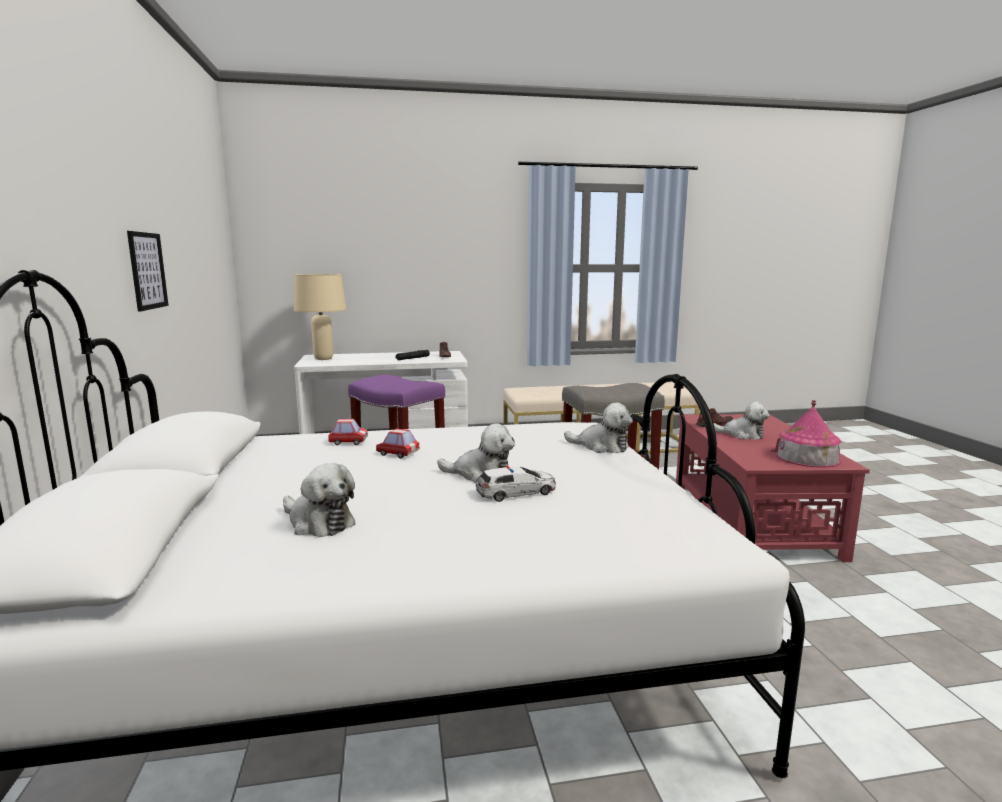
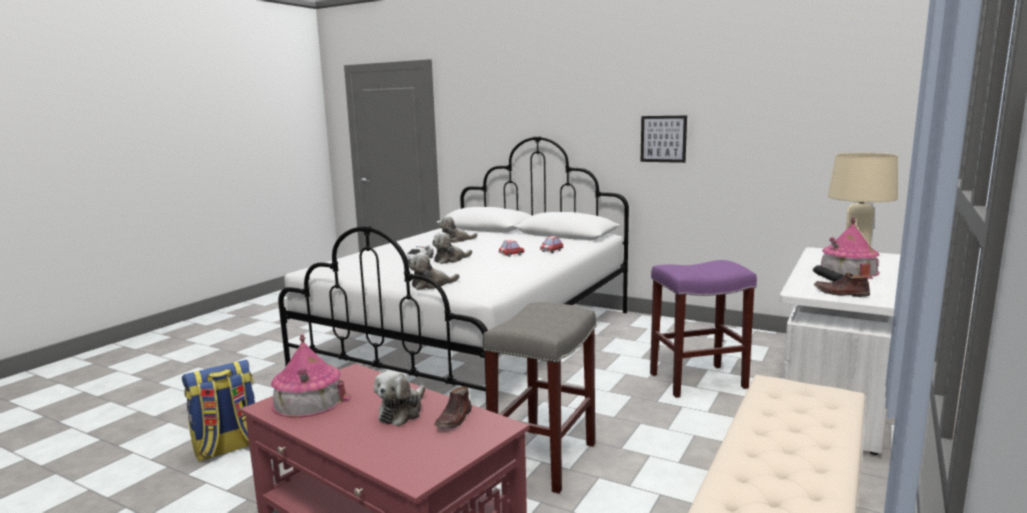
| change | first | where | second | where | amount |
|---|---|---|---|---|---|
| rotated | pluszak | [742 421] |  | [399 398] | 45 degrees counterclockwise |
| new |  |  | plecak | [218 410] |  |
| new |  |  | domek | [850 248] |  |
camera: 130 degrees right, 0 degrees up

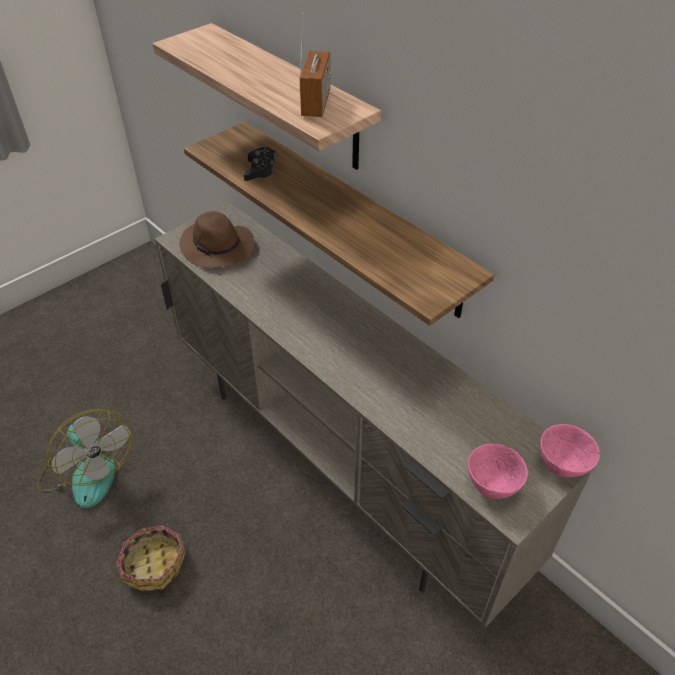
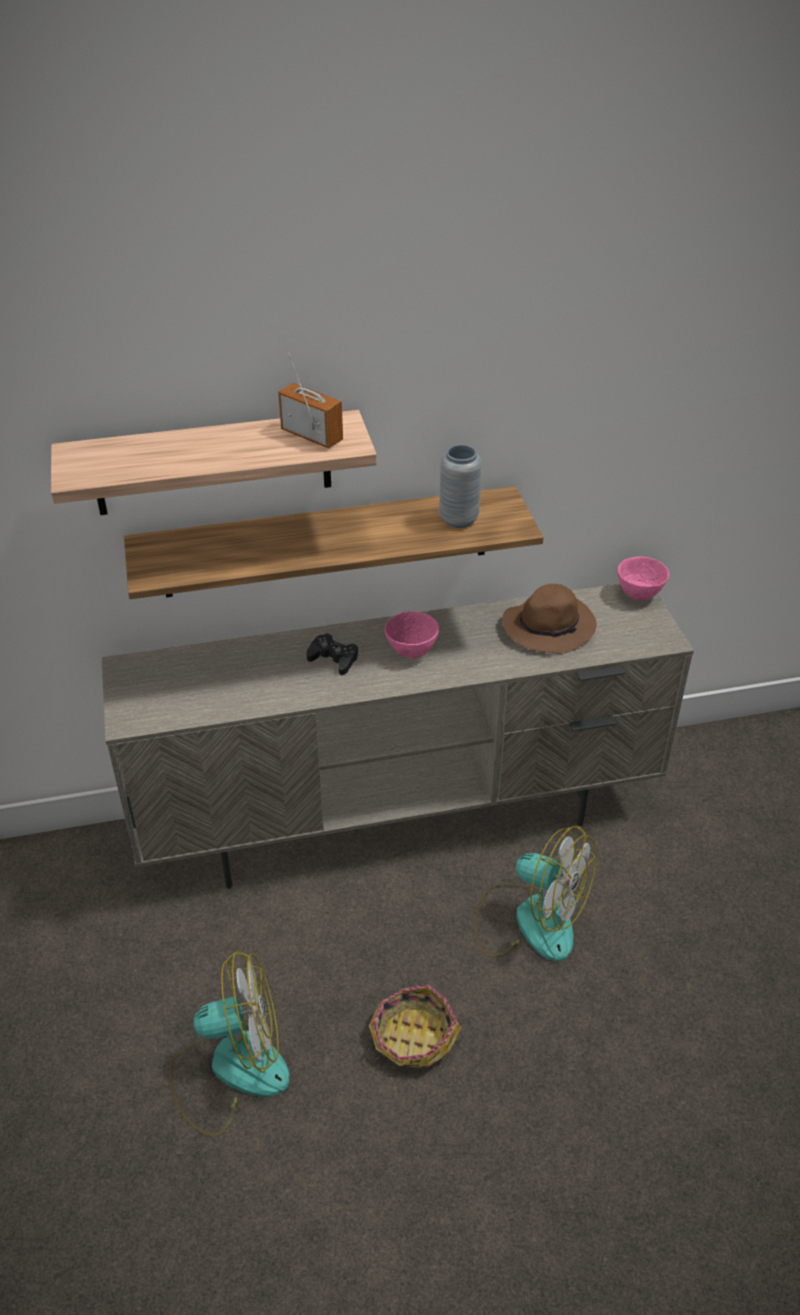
| change | first | where | second | where | amount |
|---|---|---|---|---|---|
| shifted | kapelusz (brązowy) | [217 239] |  | [549 618] |  |
| shifted | pad do gier (czarny) | [260 164] |  | [332 654] |  |
| shifted | miska (różowy) | [498 471] |  | [412 634] |  |
| new |  |  | wazon (szary) | [460 486] |  |
| new |  |  | wentylator | [535 894] |  |
camera: 60 degrees left, 5 degrees down

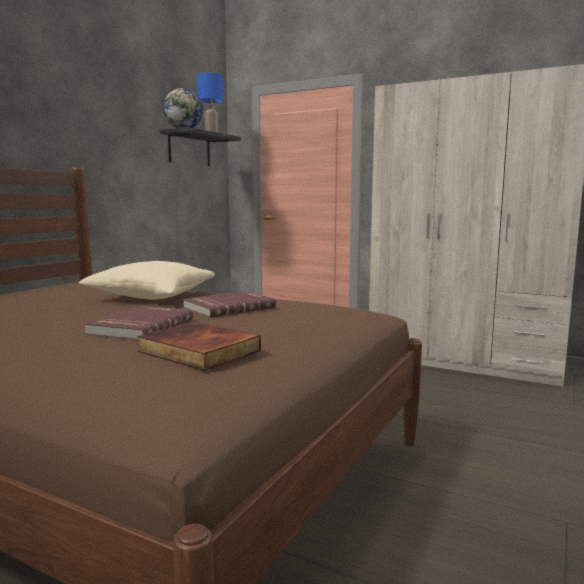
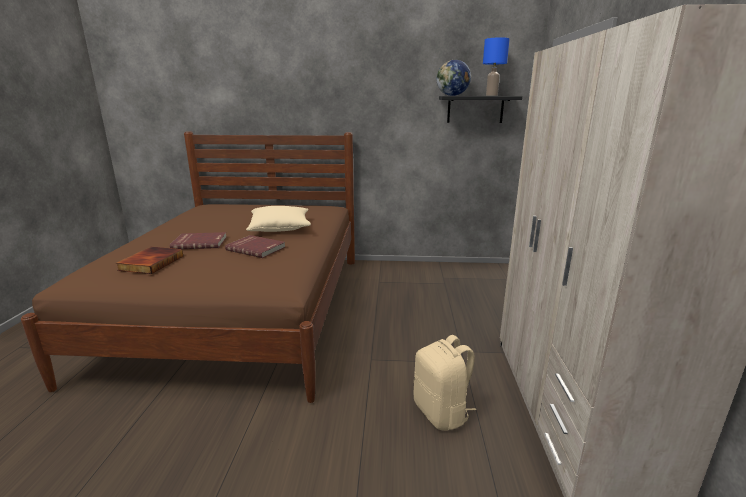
| change | first | where | second | where | amount |
|---|---|---|---|---|---|
| new |  |  | plecak (beżowy) | [445 383] |  |
camera: 65 degrees right, 10 degrees up

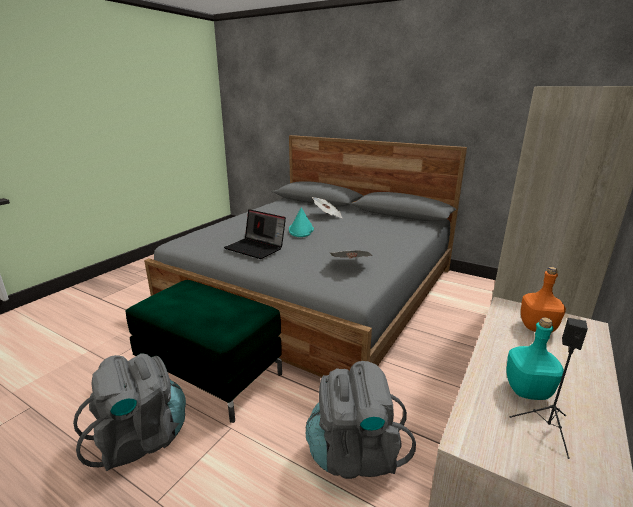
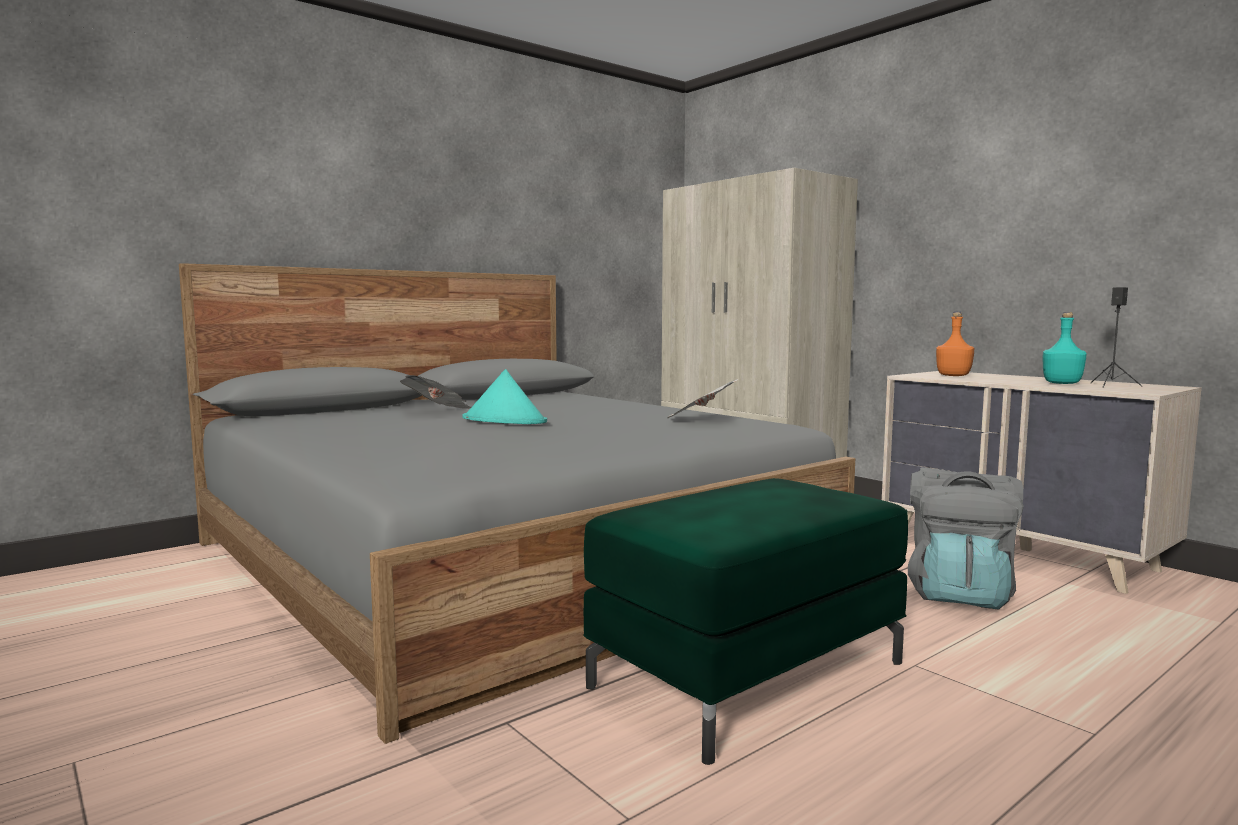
| change | first | where | second | where | amount |
|---|---|---|---|---|---|
| gone | plecak (szary) | [129 412] |  |  |  |
| gone | laptop | [255 234] |  |  |  |
camera: 70 degrees left, 15 degrees down

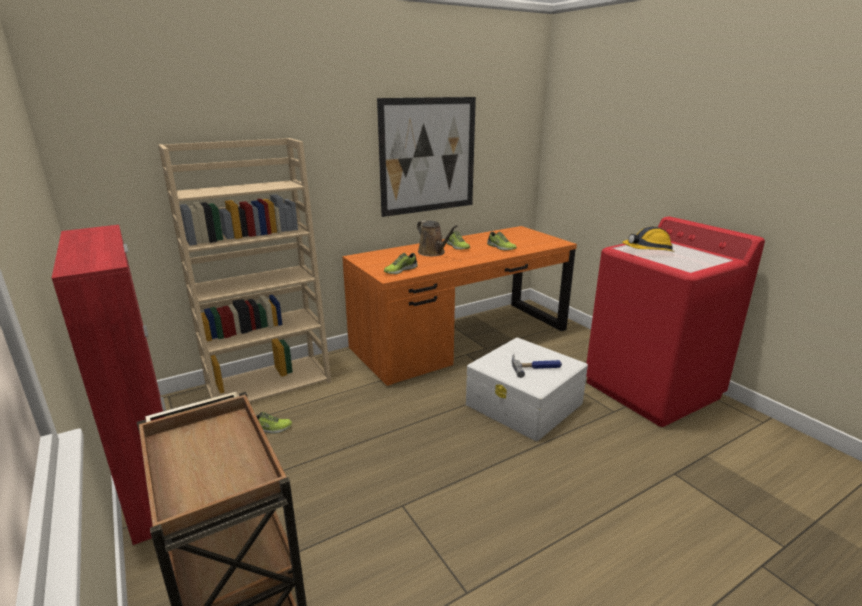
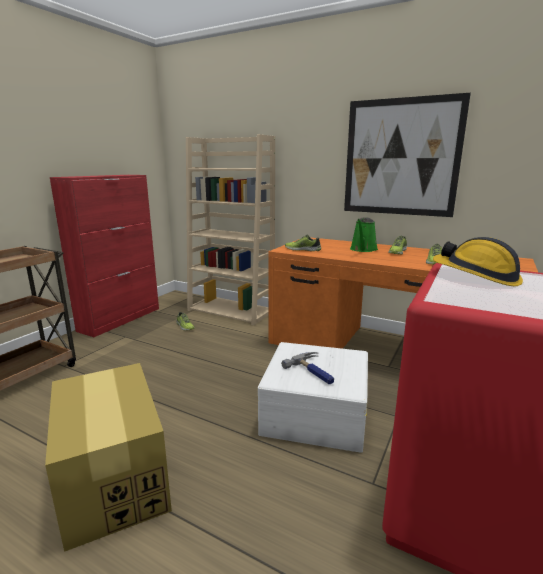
| change | first | where | second | where | amount |
|---|---|---|---|---|---|
| repainted | konewka (brązowy) | [437 238] | konewka (zielony) | [364 234] |  |
| new |  |  | karton | [108 457] |  |
camera: 60 degrees right, 5 degrees down

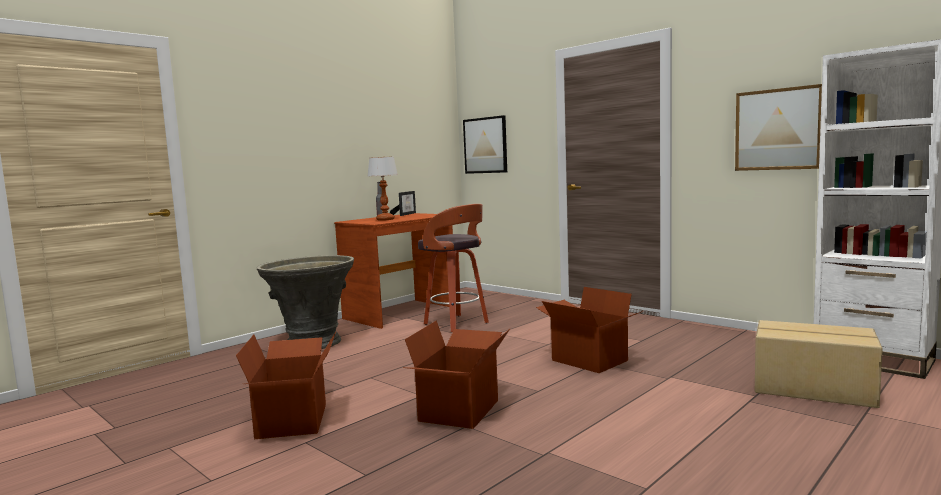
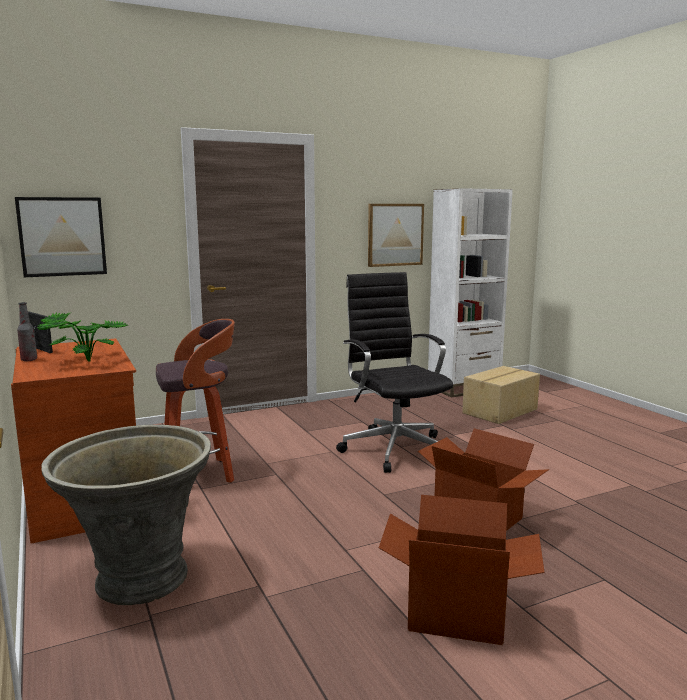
| change | first | where | second | where | amount |
|---|---|---|---|---|---|
| swapped | lampa stołowa | [383 189] | roślina doniczkowa | [82 337] |  |
| swapped | karton | [589 330] | krzesło biurowe (czarny) | [394 372] |  |
camera: 70 degrees left, 5 degrees up

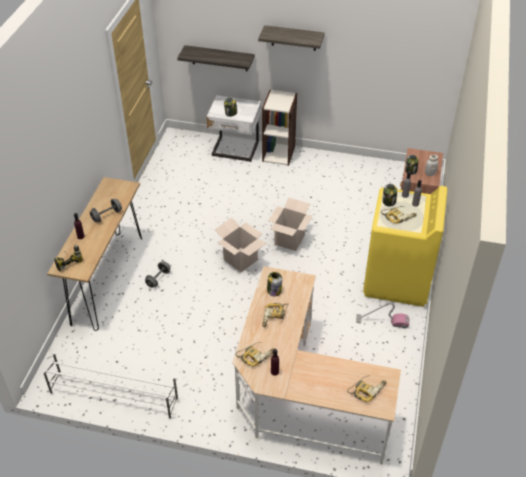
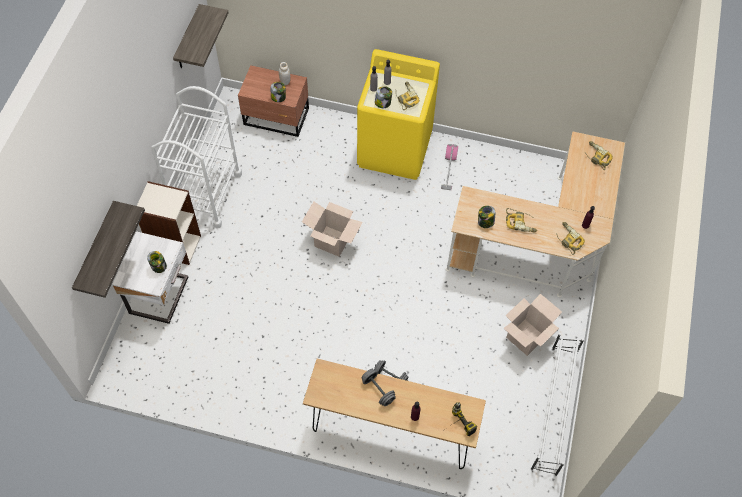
| change | first | where | second | where | amount |
|---|---|---|---|---|---|
| shifted | karton | [240 245] |  | [532 325] |  |
| shifted | półka | [291 38] |  | [201 36] |  |
| new |  |  | wózek (biały) | [196 157] |  |
camera: 90 degrees left, 15 degrees up

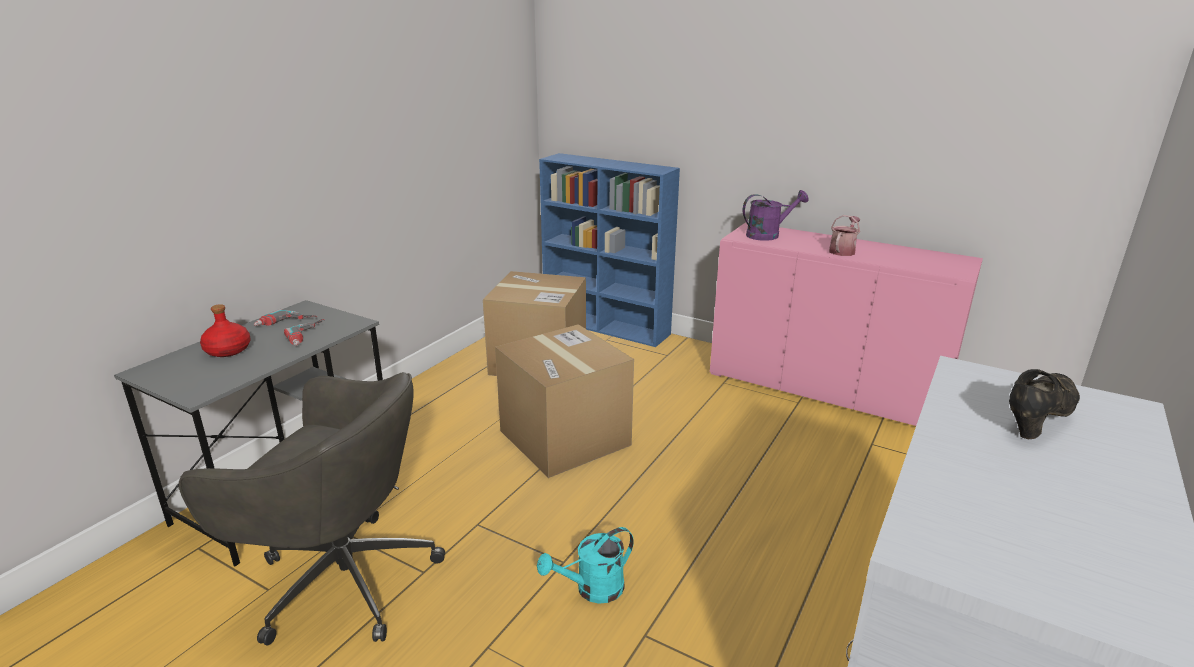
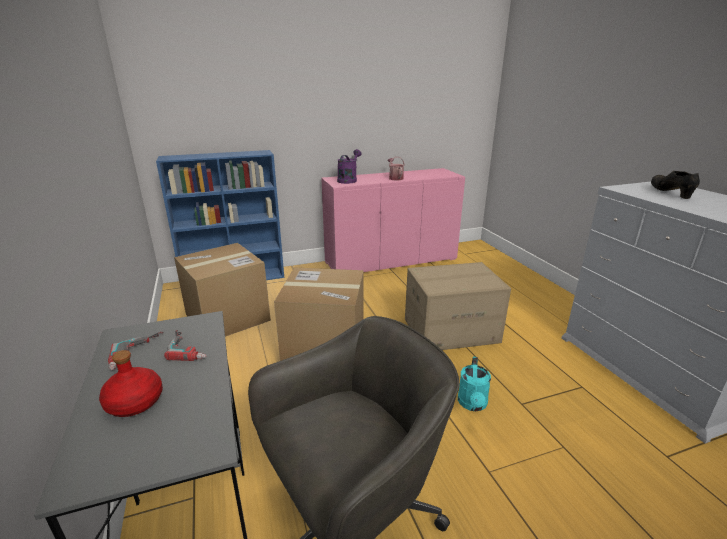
| change | first | where | second | where | amount |
|---|---|---|---|---|---|
| new |  |  | karton | [458 306] |  |
camera: 50 degrees left, 0 degrees up

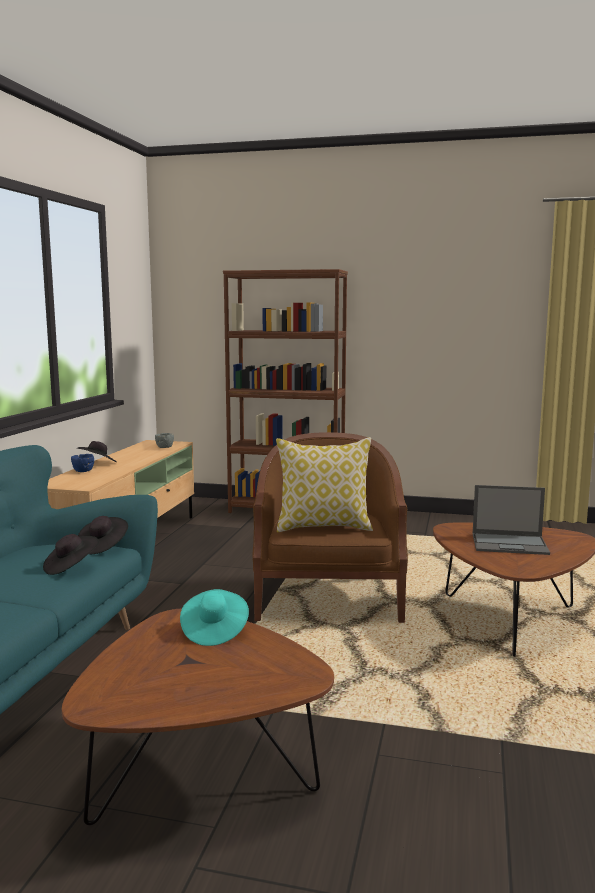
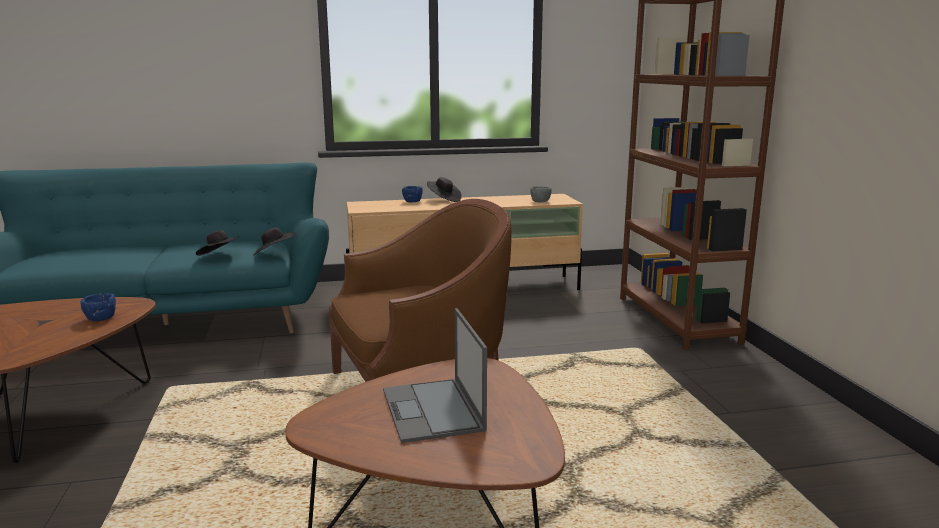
| change | first | where | second | where | amount |
|---|---|---|---|---|---|
| swapped | kapelusz (turkusowy) | [214 617] | miska (niebieski) | [98 307] |  |
| gone | poduszka | [324 484] |  |  |  |
camera: 65 degrees right, 5 degrees up

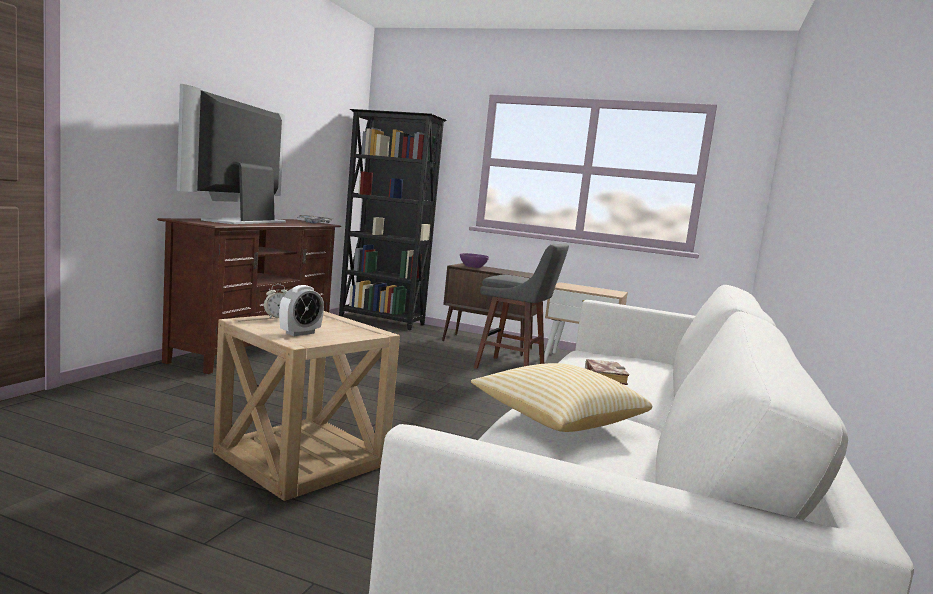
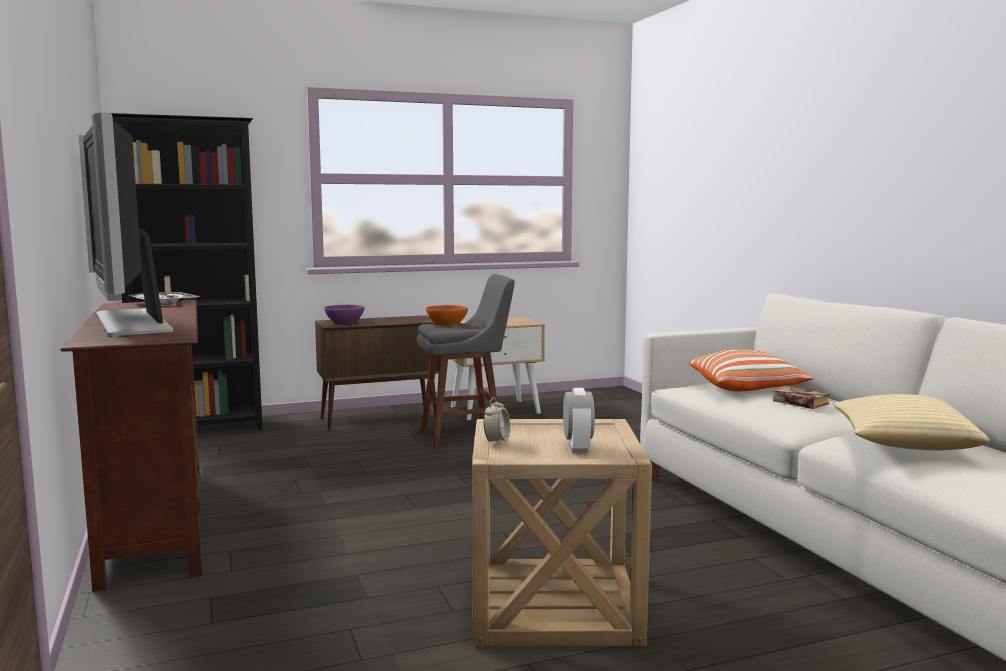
| change | first | where | second | where | amount |
|---|---|---|---|---|---|
| new |  |  | miska (pomarańczowy) | [447 315] |  |
| new |  |  | poduszka | [751 370] |  |
camera: 40 degrees left, 0 degrees up

